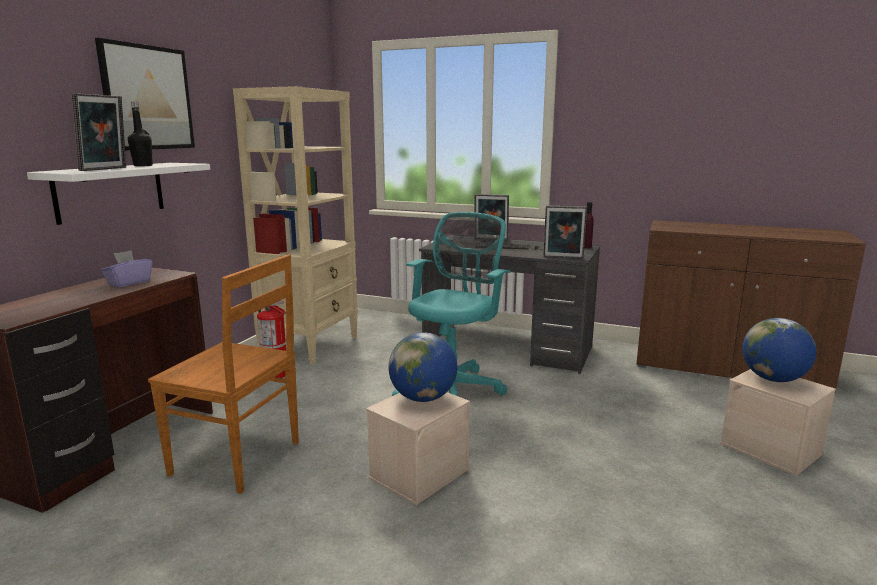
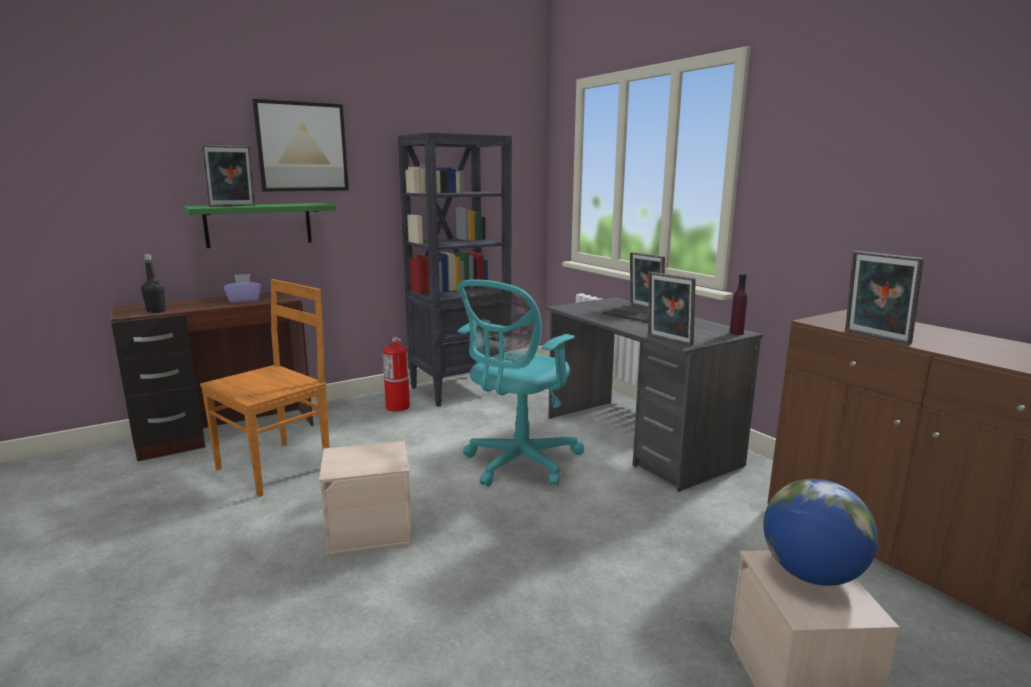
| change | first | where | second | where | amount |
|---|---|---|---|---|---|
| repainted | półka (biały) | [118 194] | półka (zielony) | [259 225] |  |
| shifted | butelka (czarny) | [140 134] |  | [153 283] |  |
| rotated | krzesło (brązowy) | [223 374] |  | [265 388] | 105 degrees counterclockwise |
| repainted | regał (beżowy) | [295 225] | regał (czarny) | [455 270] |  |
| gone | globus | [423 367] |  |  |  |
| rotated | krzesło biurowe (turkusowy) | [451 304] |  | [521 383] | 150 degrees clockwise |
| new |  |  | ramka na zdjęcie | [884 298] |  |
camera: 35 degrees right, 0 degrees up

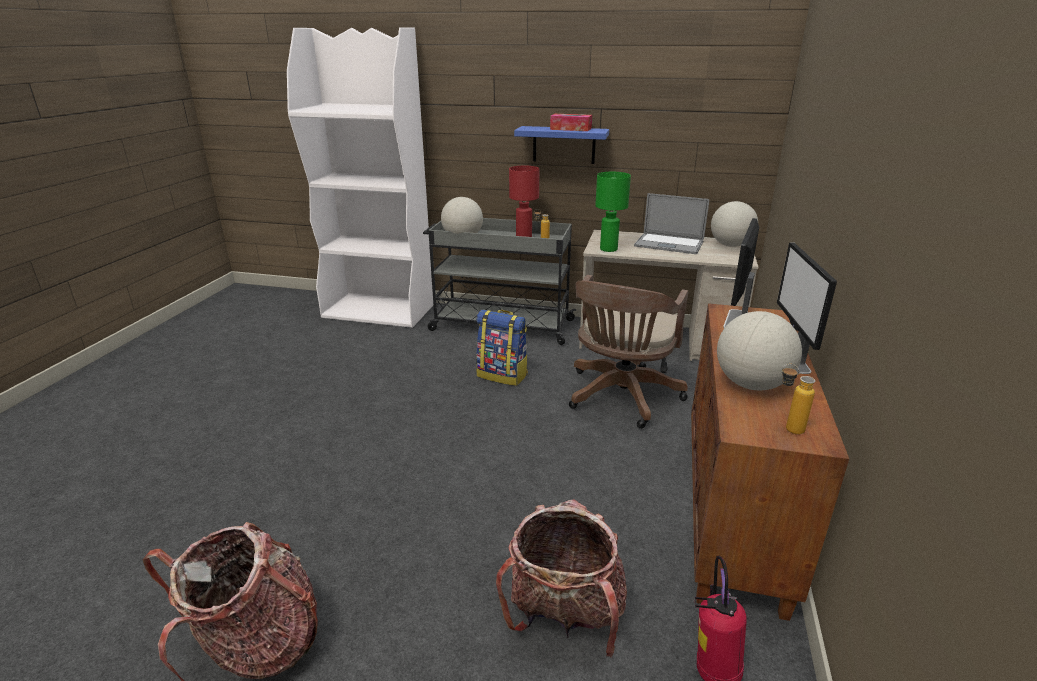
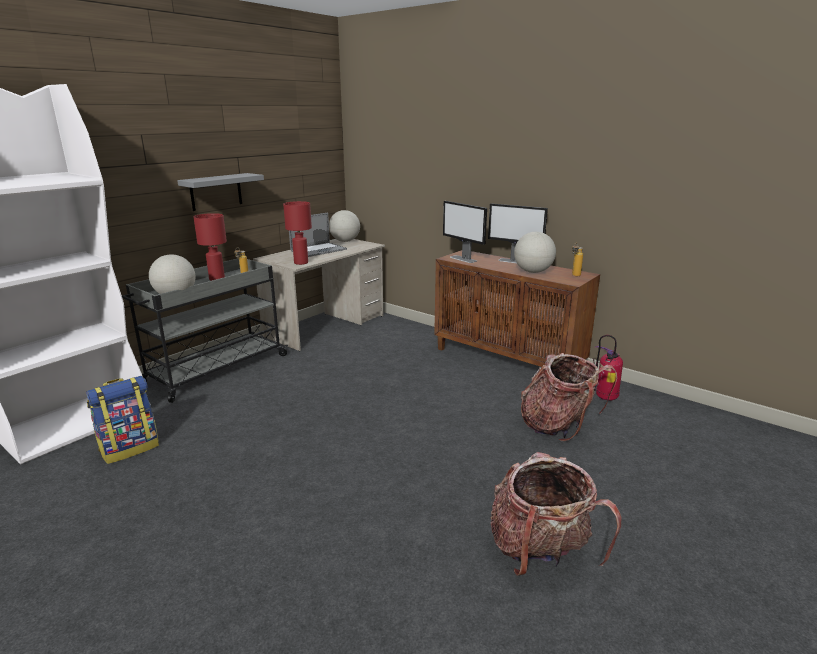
| change | first | where | second | where | amount |
|---|---|---|---|---|---|
| shifted | plecak | [502 347] |  | [122 420] |  |
| repainted | półka (niebieski) | [561 145] | półka (szary) | [220 192] |  |
| gone | pudełko chusteczek | [571 122] |  |  |  |
| gone | krzesło biurowe (brązowy) | [628 352] |  |  |  |
| repainted | lampa stołowa (zielony) | [613 212] | lampa stołowa (czerwony) | [297 233] |  |
camera: 65 degrees left, 5 degrees down

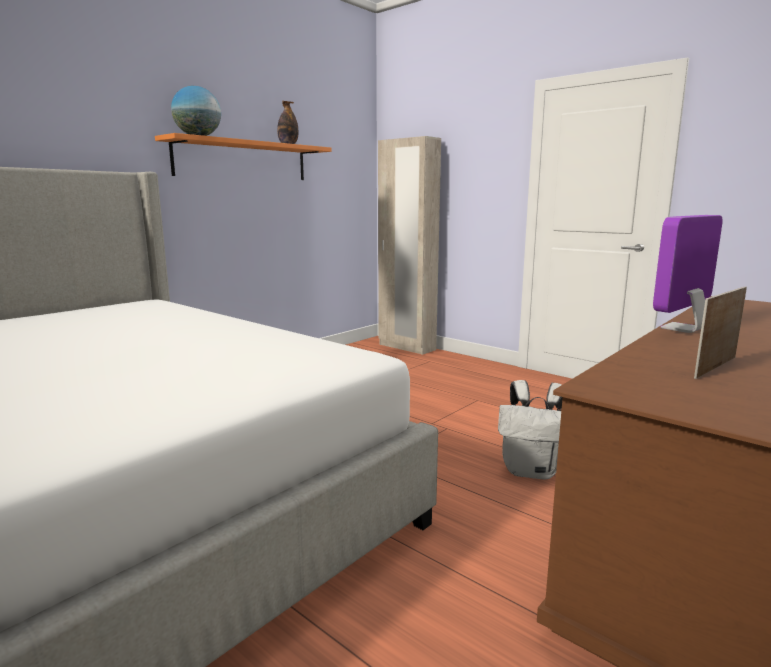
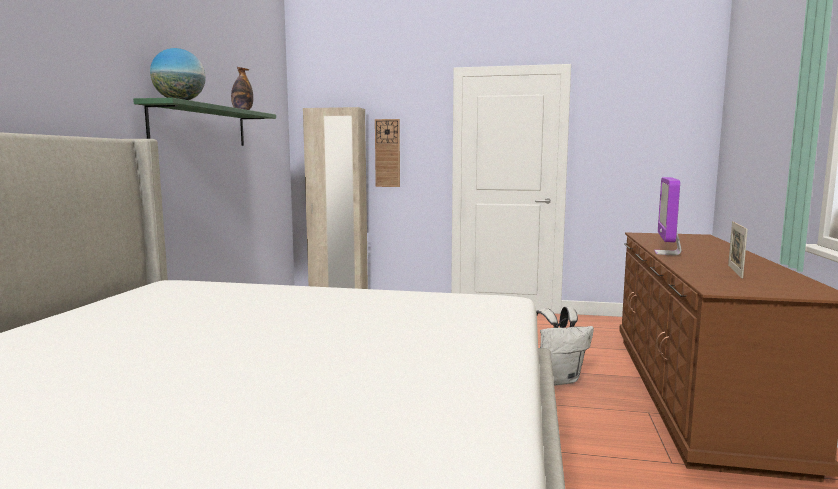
| change | first | where | second | where | amount |
|---|---|---|---|---|---|
| repainted | półka (pomarańczowy) | [243 156] | półka (zielony) | [204 122] |  |
| new |  |  | zegar ścienny | [387 153] |  |
camera: 30 degrees left, 5 degrees down

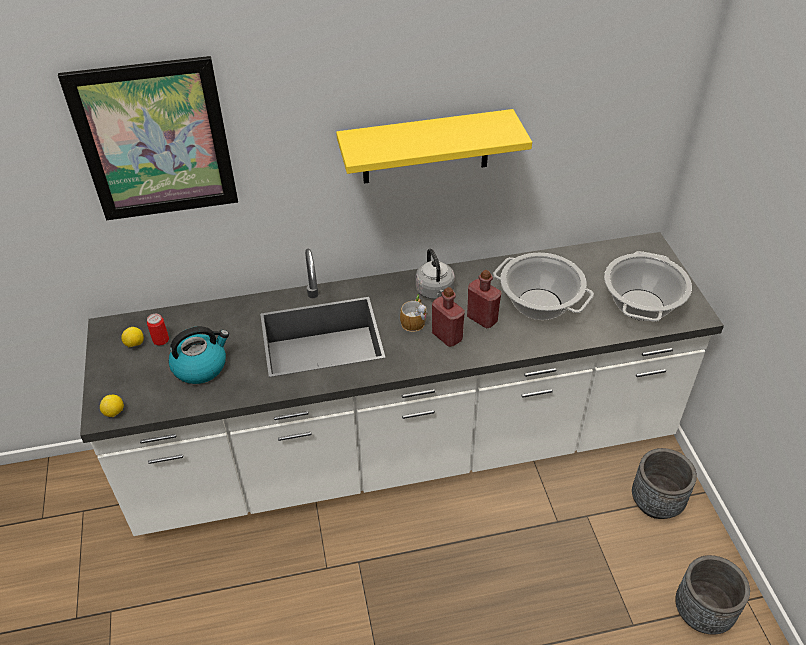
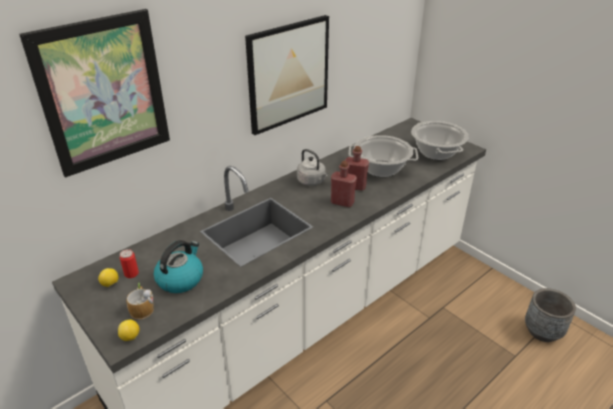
| change | first | where | second | where | amount |
|---|---|---|---|---|---|
| swapped | półka (żółty) | [434 146] | obraz | [287 75] |  |
| shifted | kubek | [413 313] |  | [140 300] |  |
| gone | donica (szary) | [664 483] |  |  |  |
camera: 30 degrees left, 10 degrees down

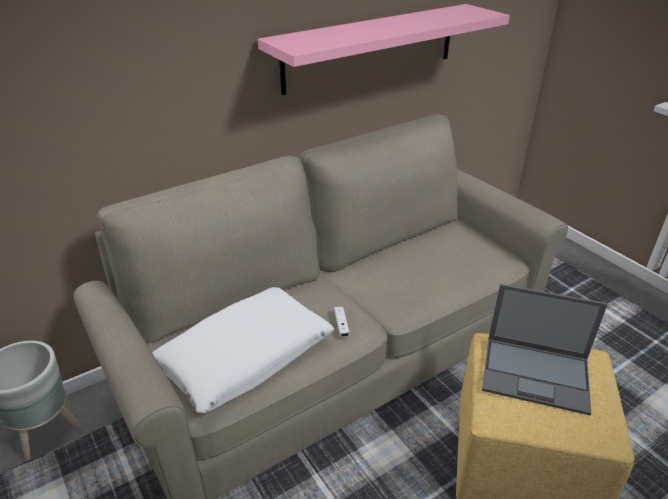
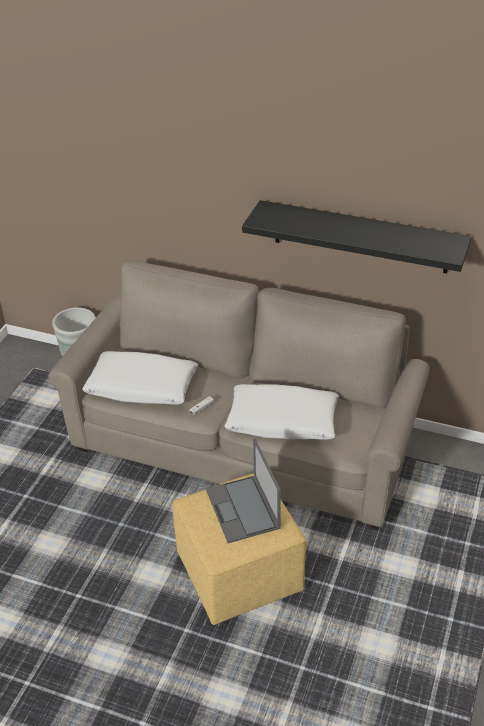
| change | first | where | second | where | amount |
|---|---|---|---|---|---|
| repainted | półka (różowy) | [384 49] | półka (czarny) | [356 237] |  |
| new |  |  | poduszka (biały) | [281 412] |  |
camera: 55 degrees right, 5 degrees up

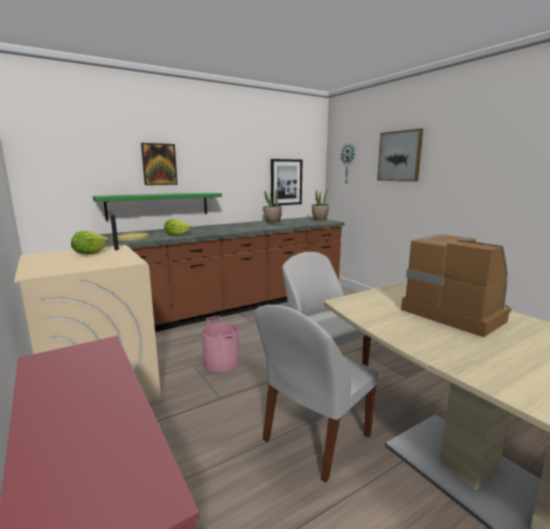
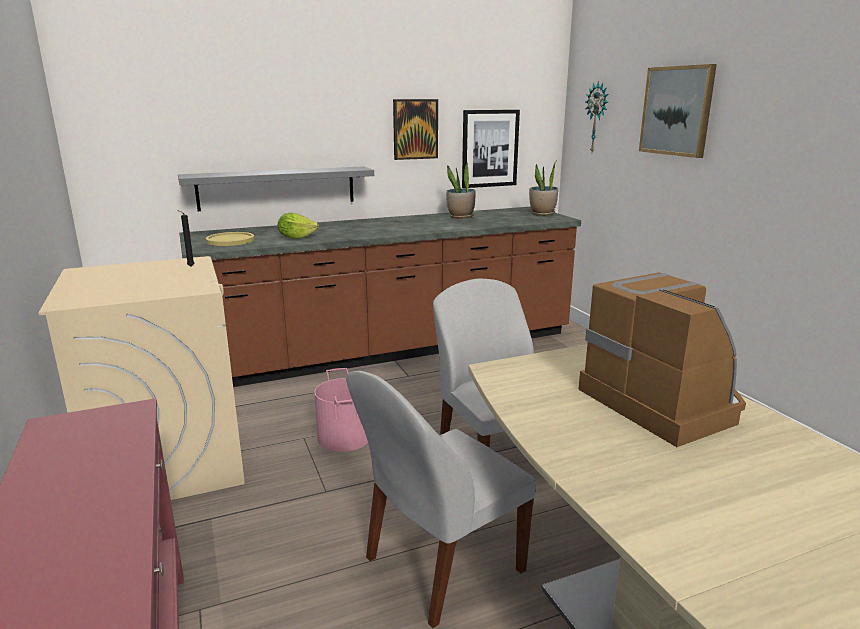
| change | first | where | second | where | amount |
|---|---|---|---|---|---|
| gone | sałata | [90 242] |  |  |  |
| repainted | półka (zielony) | [157 206] | półka (szary) | [276 188] |  |
| shifted | obraz | [159 164] |  | [415 129] |  |
camera: 10 degrees right, 5 degrees up

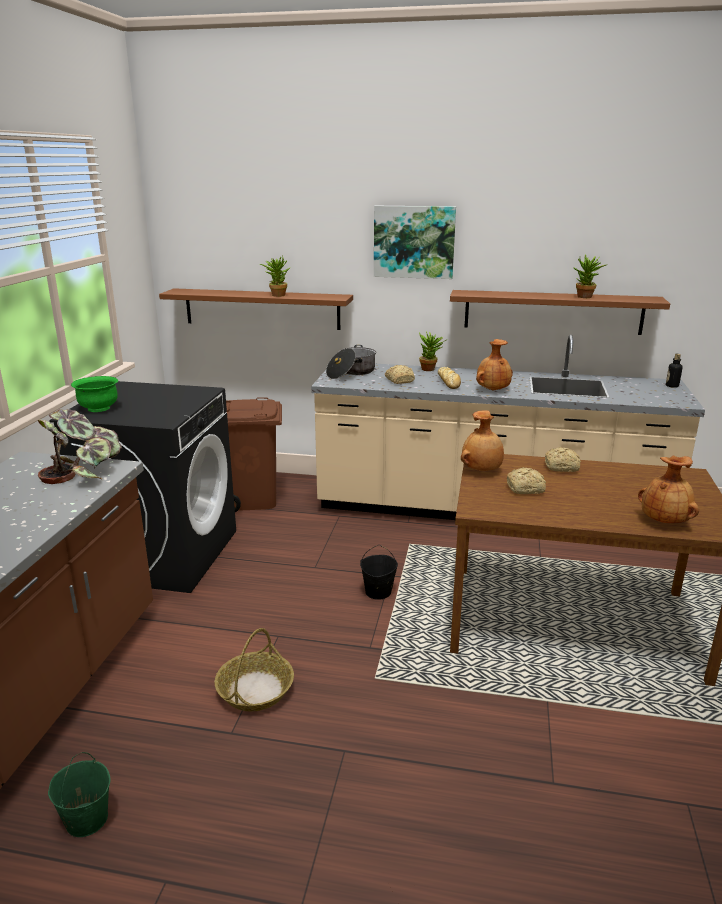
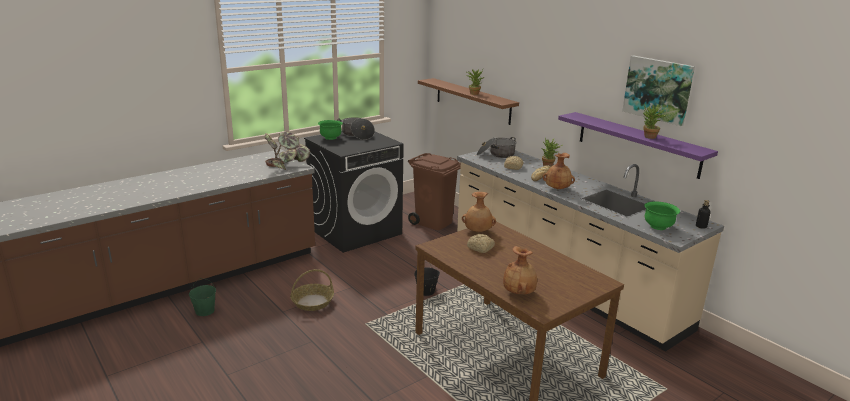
| change | first | where | second | where | amount |
|---|---|---|---|---|---|
| shifted | obraz | [415 242] |  | [658 91] |  |
| repainted | półka (brązowy) | [560 312] | półka (fioletowy) | [638 145] |  |
| gone | chleb | [563 459] |  |  |  |
| new |  |  | garnek | [356 129] |  |
| new |  |  | miska (zielony) | [662 215] |  |
camera: 40 degrees right, 0 degrees up

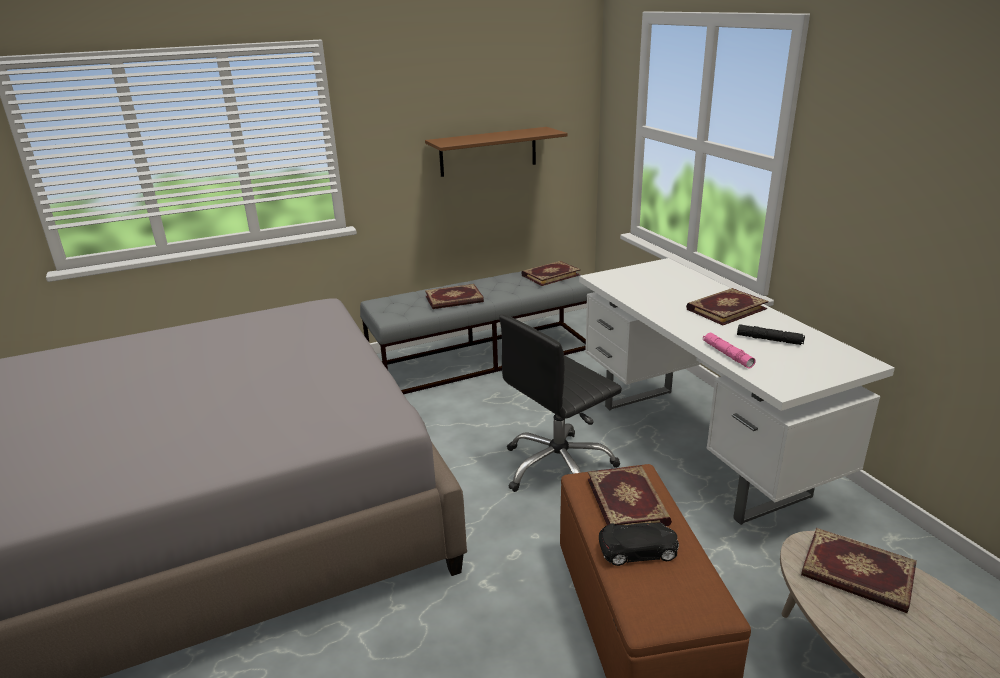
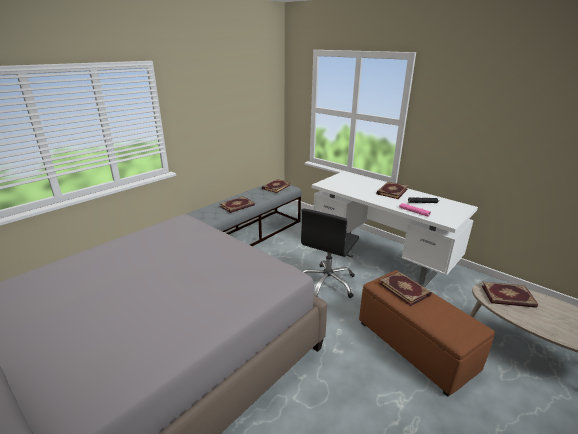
| change | first | where | second | where | amount |
|---|---|---|---|---|---|
| gone | półka (brązowy) | [496 152] |  |  |  |
| gone | samochodzik (czarny) | [639 544] |  |  |  |
camera: 25 degrees left, 0 degrees up

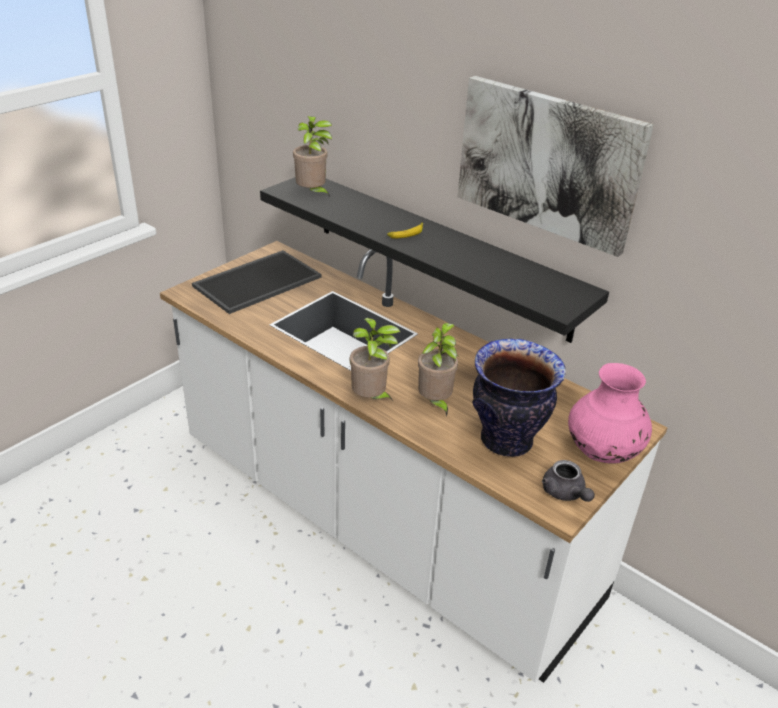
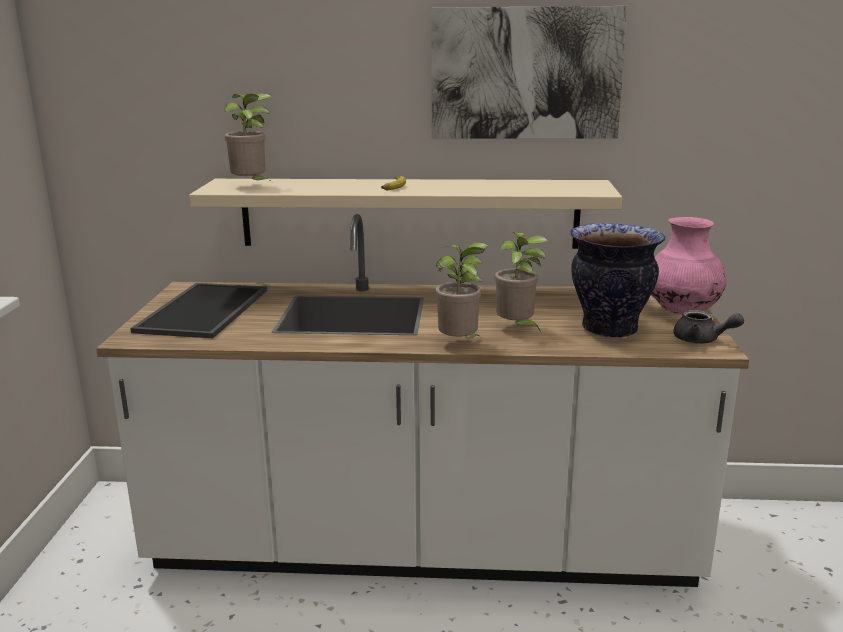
| change | first | where | second | where | amount |
|---|---|---|---|---|---|
| repainted | półka (czarny) | [434 260] | półka (beżowy) | [405 214] |  |
camera: 35 degrees left, 15 degrees down

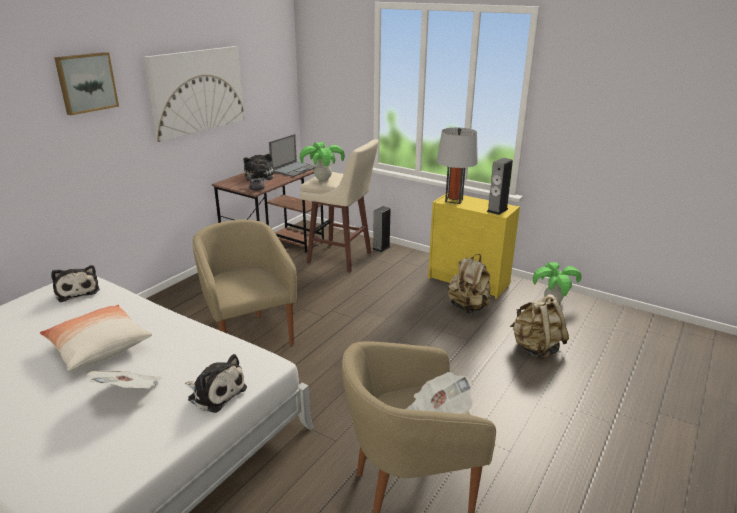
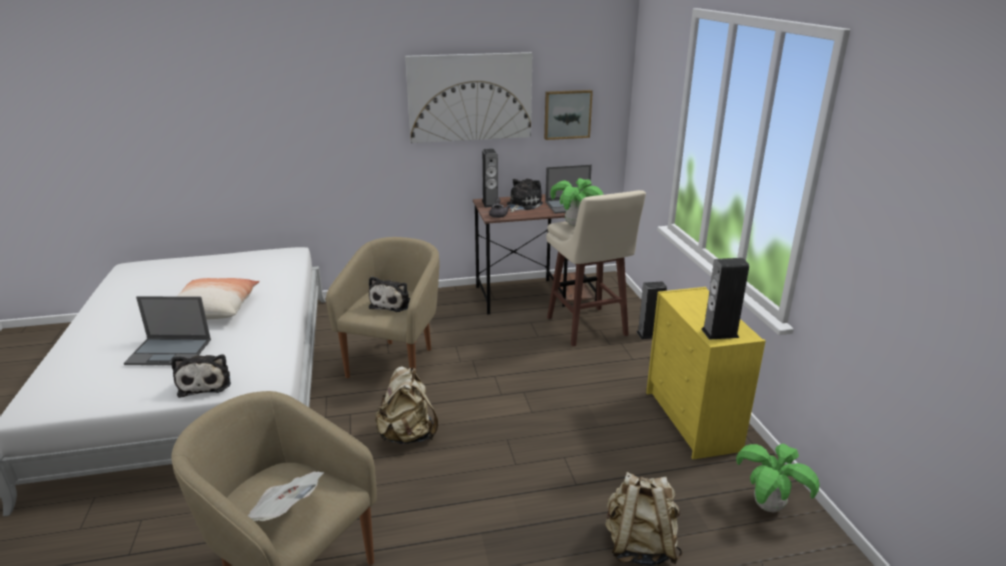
| change | first | where | second | where | amount |
|---|---|---|---|---|---|
| shifted | pluszak | [75 283] |  | [389 294] |  |
| shifted | obraz | [86 83] |  | [568 115] |  |
| swapped | gazeta | [124 379] | laptop | [167 330] |  |
| gone | lampa stołowa (szary) | [457 166] |  |  |  |
| shifted | plecak (beżowy) | [469 283] |  | [406 405] |  |
| new |  |  | głośnik | [490 178] |  |
camera: 45 degrees right, 0 degrees up

